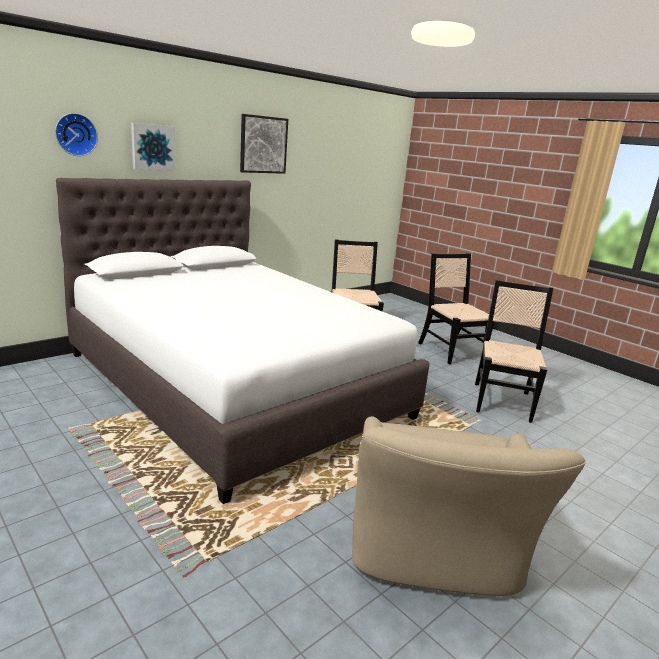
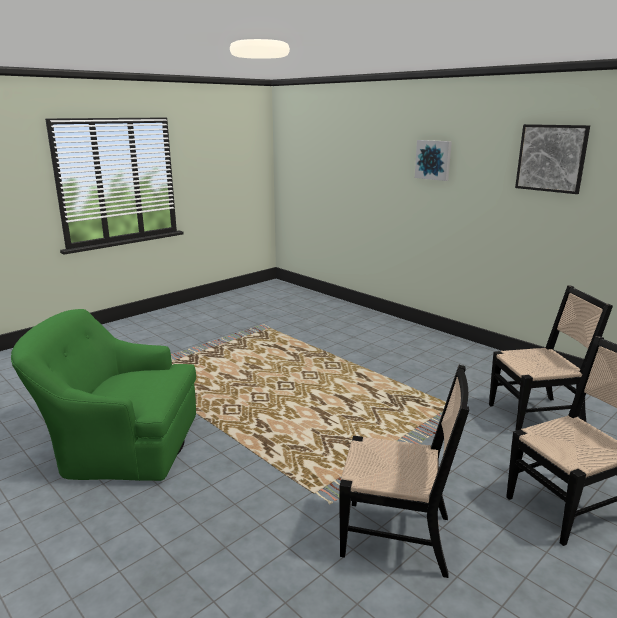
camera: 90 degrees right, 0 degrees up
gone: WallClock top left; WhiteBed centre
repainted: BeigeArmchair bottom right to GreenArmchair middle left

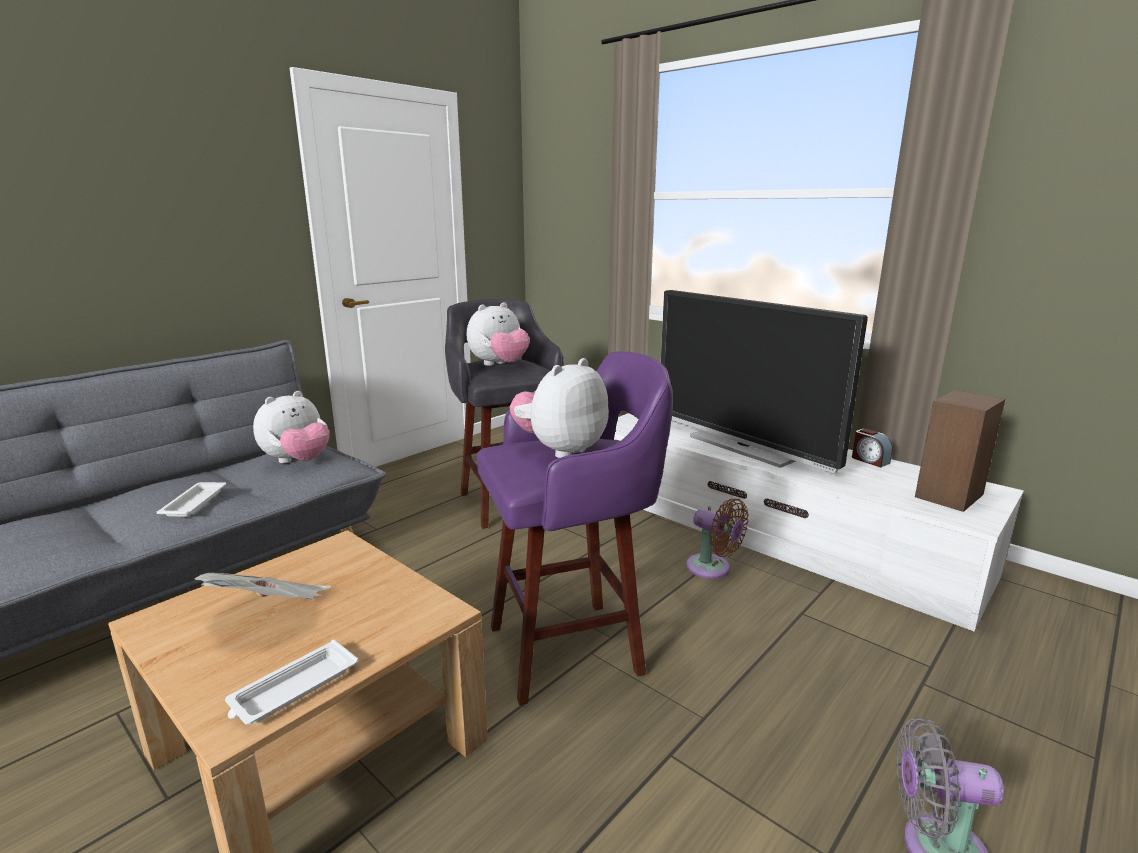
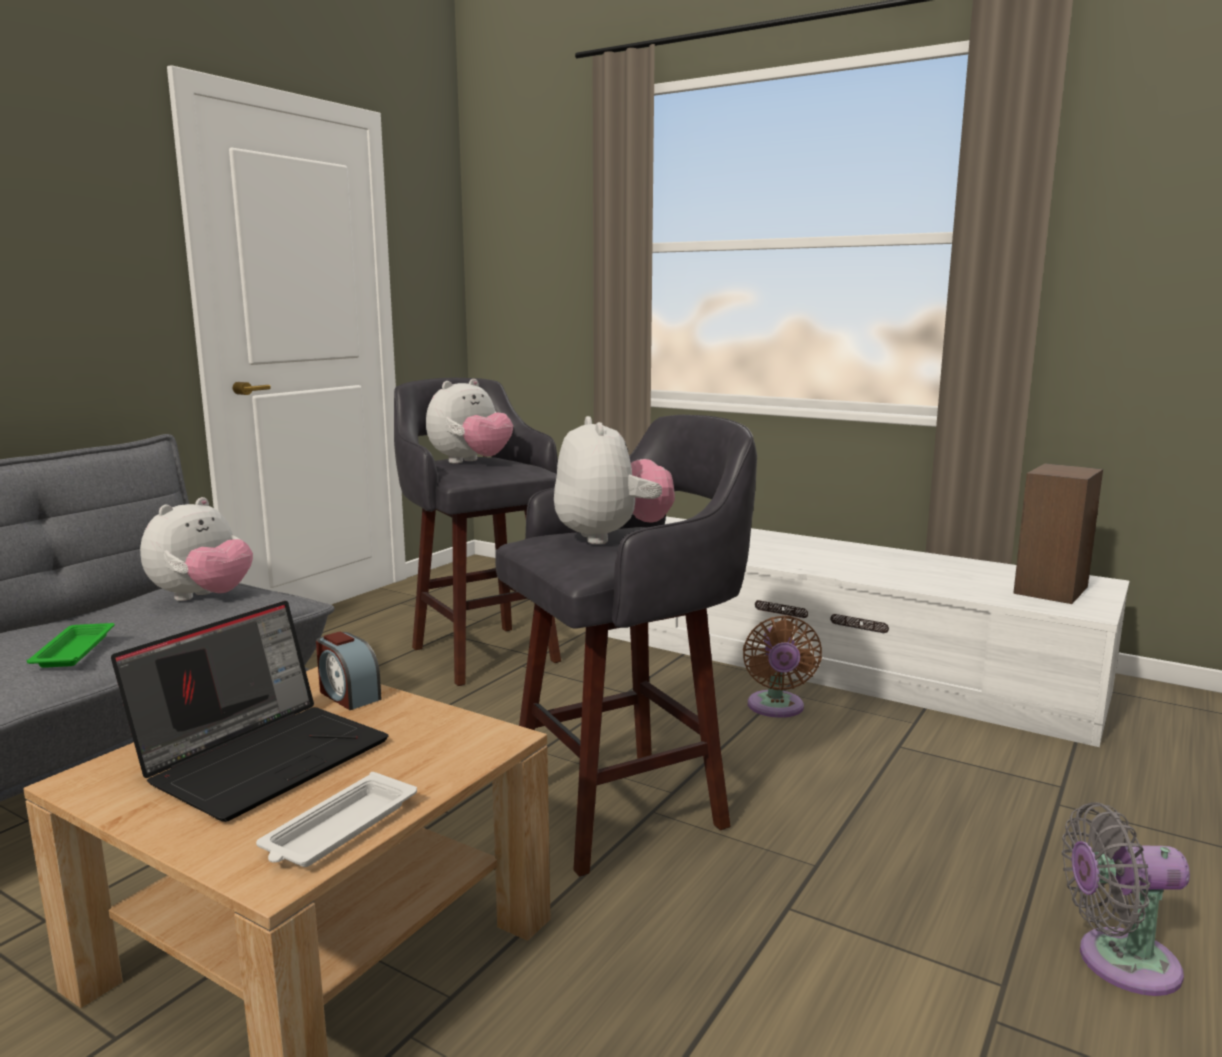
camera: 10 degrees left, 5 degrees down
gone: Television middle right
shifted: AlarmClock middle right to middle left
swapped: Newspaper bottom left to Laptop bottom left
repainted: WhiteTray (no. 1 from left) middle left to GreenTray middle left; PurpleStool centre to GreyStool (no. 2 from left) centre
rotated: PlushToy (no. 3 from left) centre = centre 135 degrees clockwise; BrownFan centre = centre 60 degrees clockwise

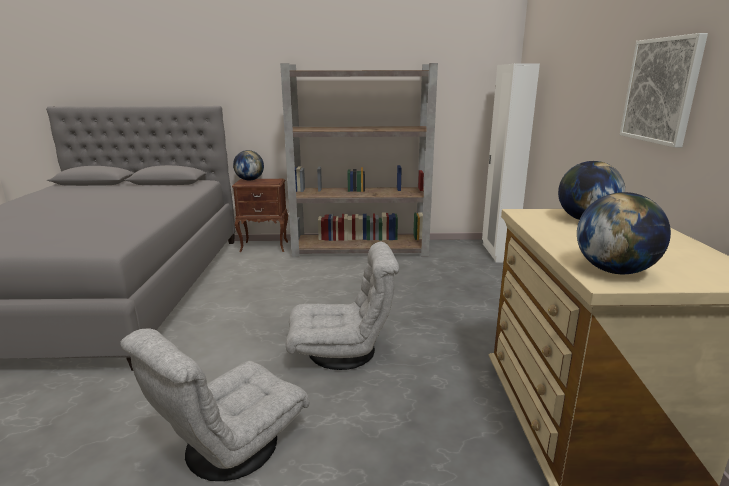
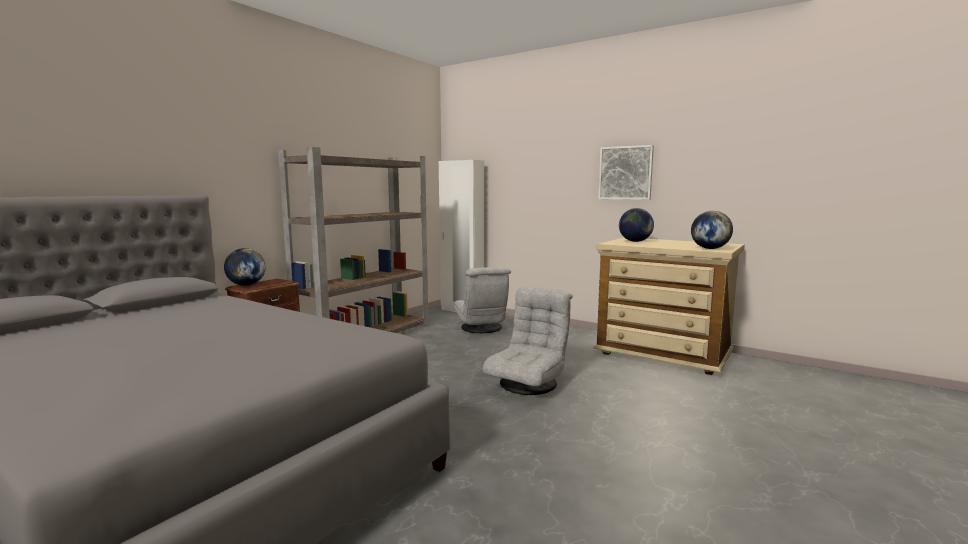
camera: 55 degrees left, 10 degrees down
shifted: GreyArmchair (no. 1 from left) bottom left to centre

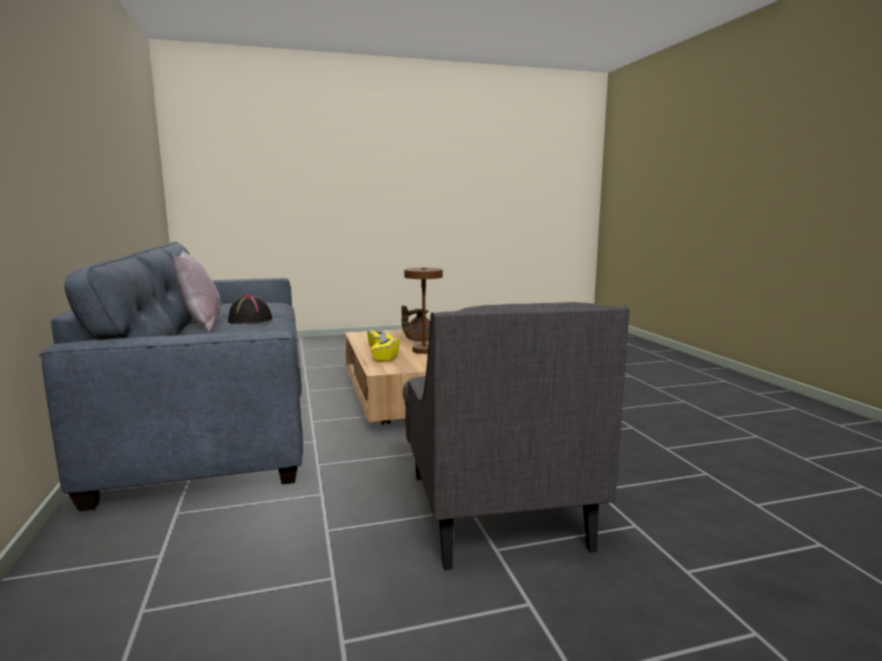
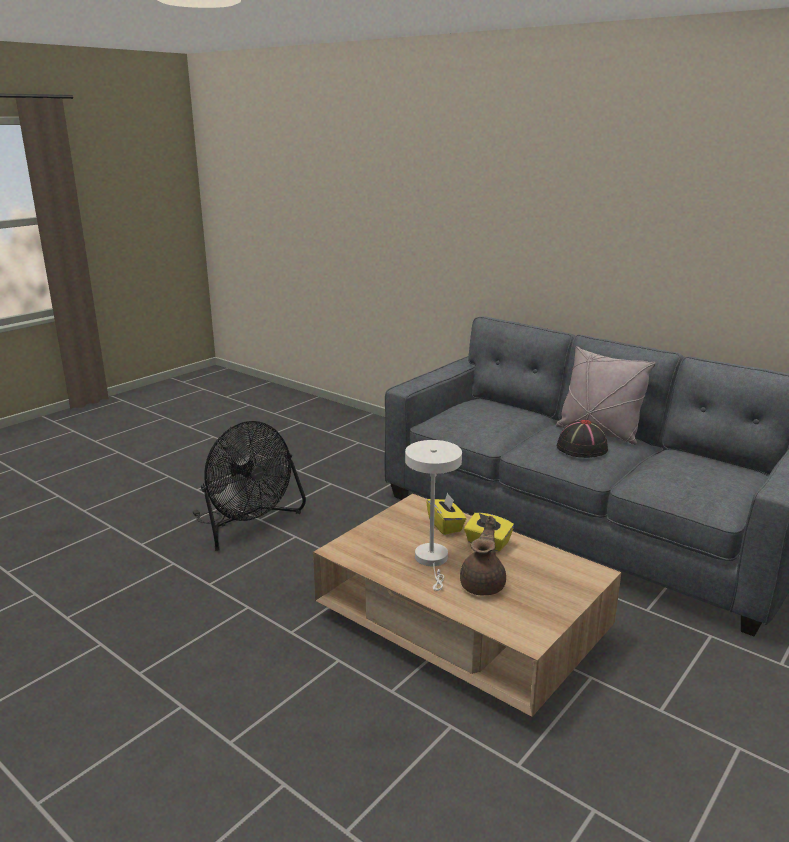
camera: 145 degrees right, 10 degrees up
swapped: GreyArmchair centre to BlackFan middle left
repainted: BrownTableLamp centre to WhiteTableLamp centre

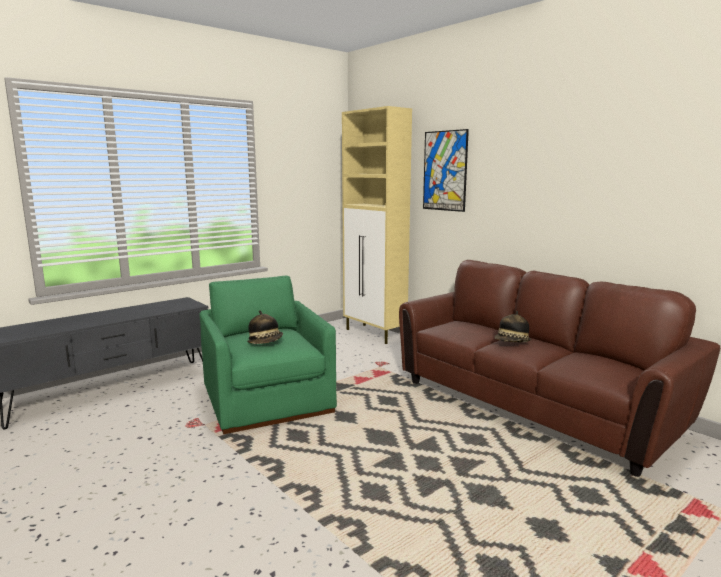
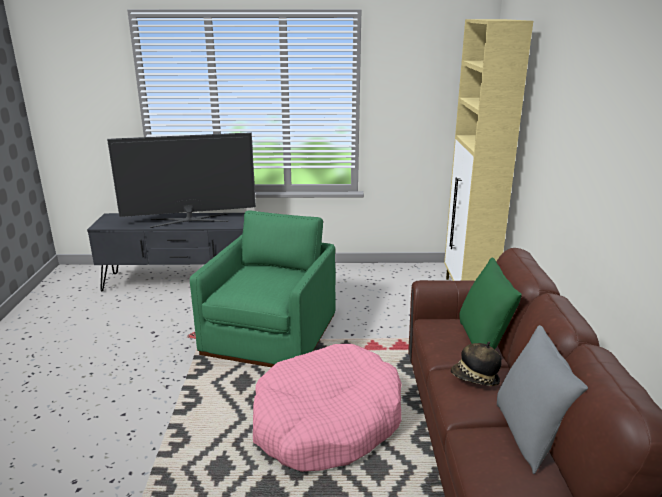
camera: 40 degrees right, 10 degrees up
gone: Hat (no. 1 from left) centre; Picture top centre
new: Television middle left; PinkDogBed bottom centre; GreenPillow middle right; GreyPillow bottom right

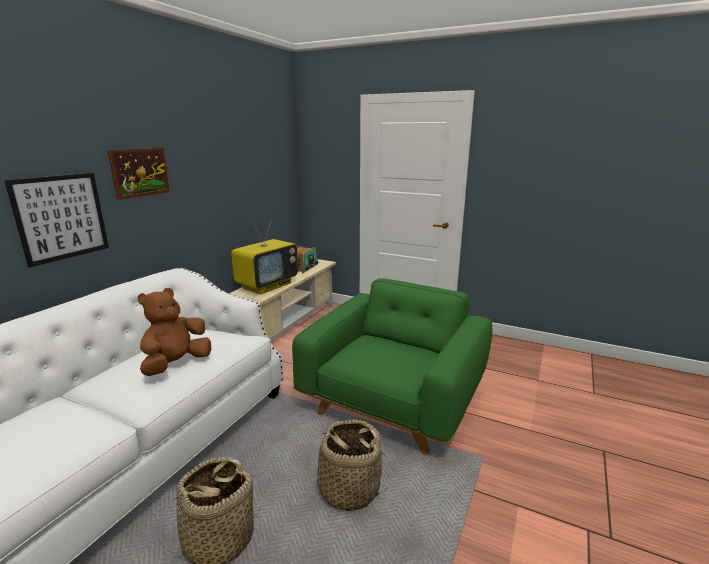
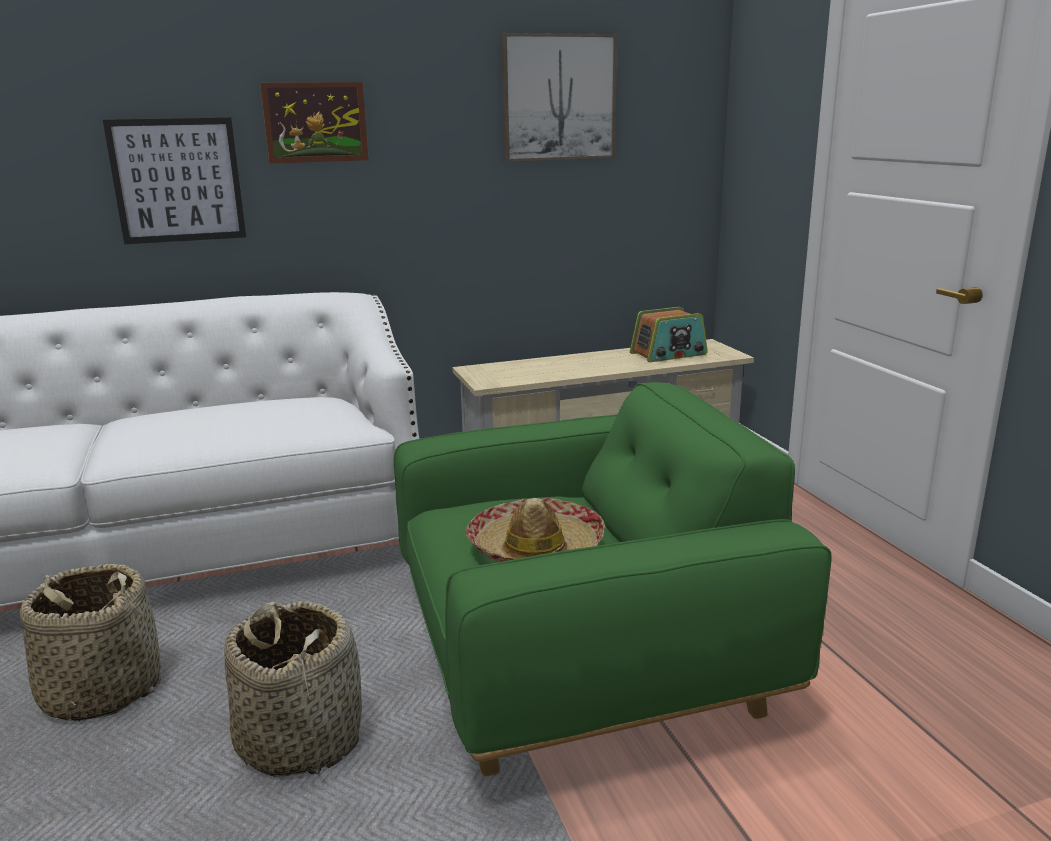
camera: 45 degrees right, 0 degrees up
gone: BrownPlushToy middle left; Television centre
new: Hat centre; Picture (no. 3 from left) top centre

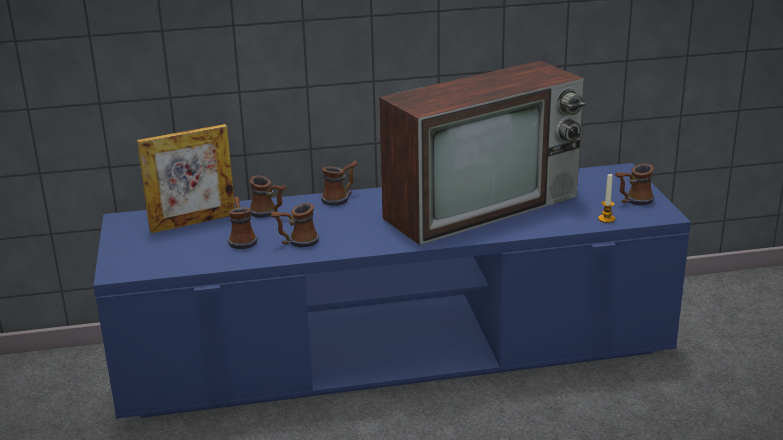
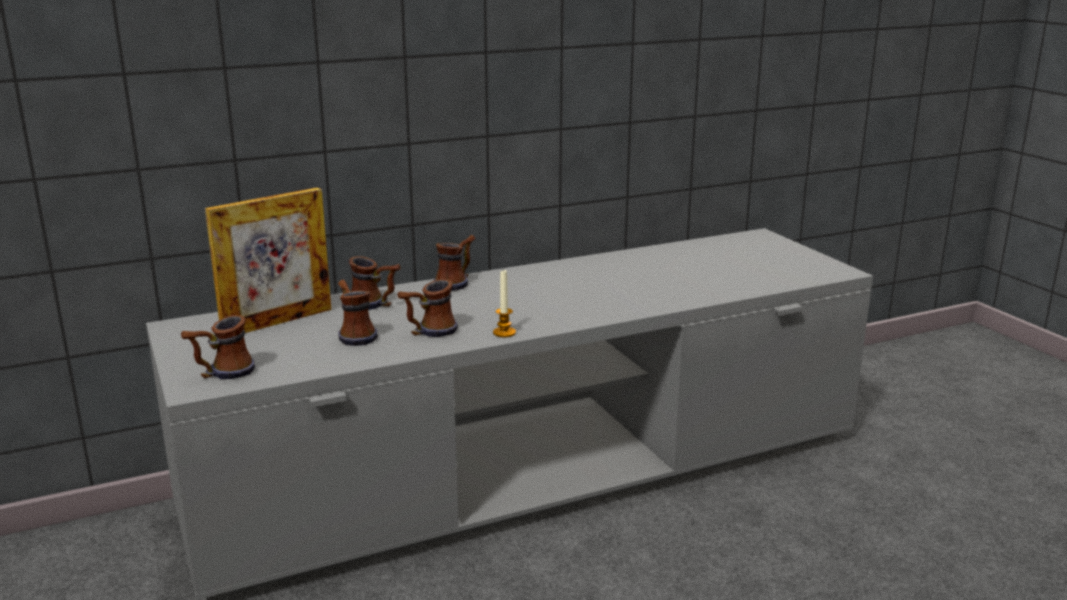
camera: 15 degrees left, 5 degrees down
gone: Television centre
shifted: Mug (no. 5 from left in the first image) middle right to Mug (no. 1 from left) middle left; Candle middle right to centre
repainted: BlueTvStand centre to GreyTvStand bottom centre

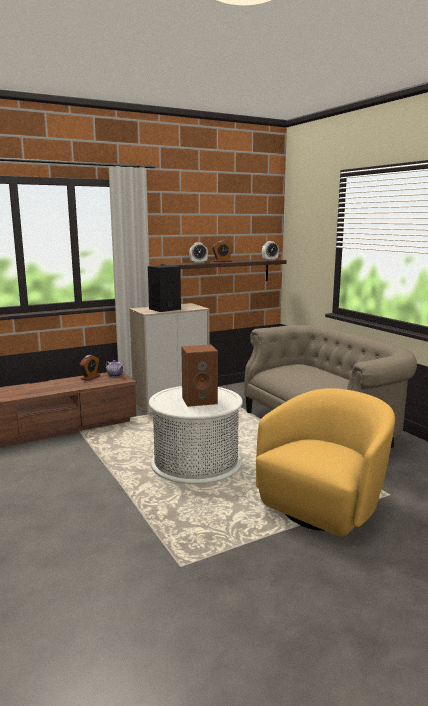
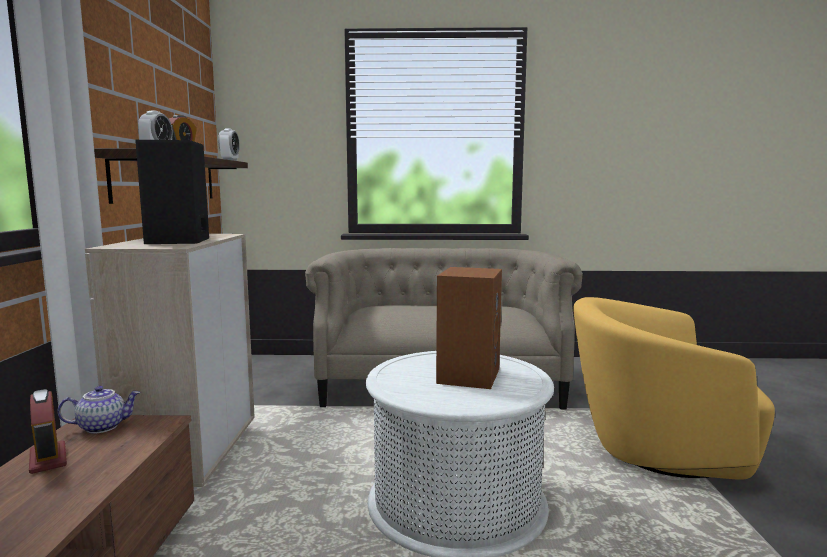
camera: 60 degrees left, 5 degrees down
rotated: YellowArmchair middle right = bottom right 60 degrees counterclockwise

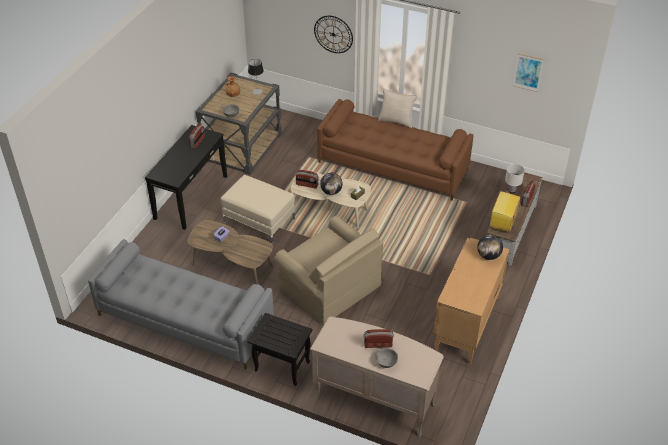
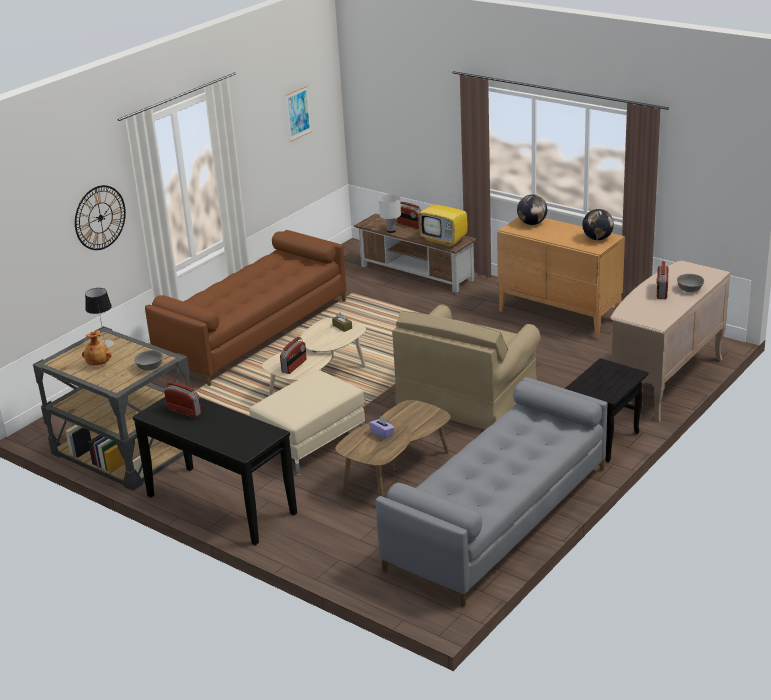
camera: 75 degrees left, 15 degrees down
gone: BeigePillow top centre
shifted: Globe (no. 1 from left in the first image) centre to Globe (no. 2 from left) top right
rotated: BeigeArmchair centre = centre 150 degrees clockwise

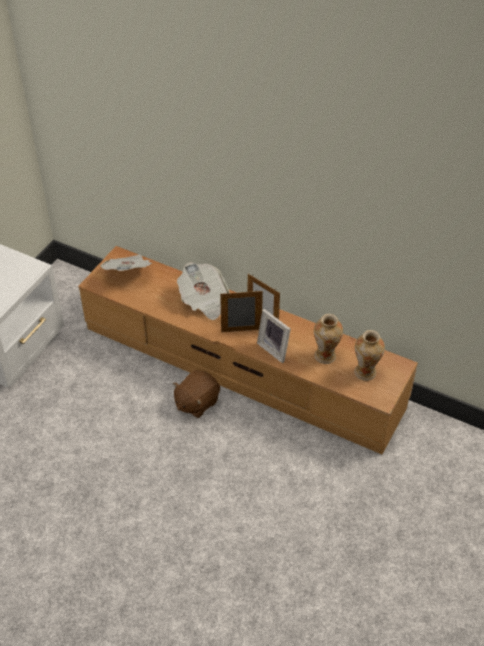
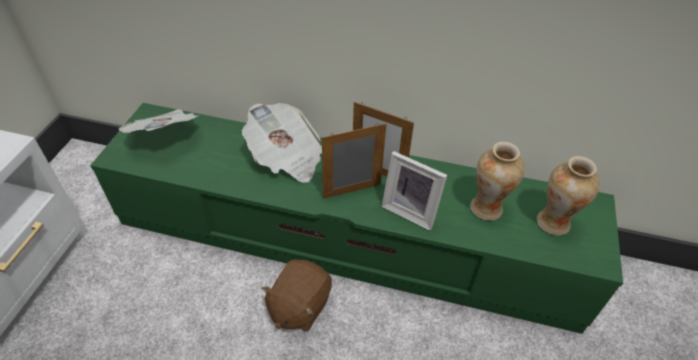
camera: 15 degrees left, 0 degrees up
repainted: BrownTvStand centre to GreenTvStand centre

